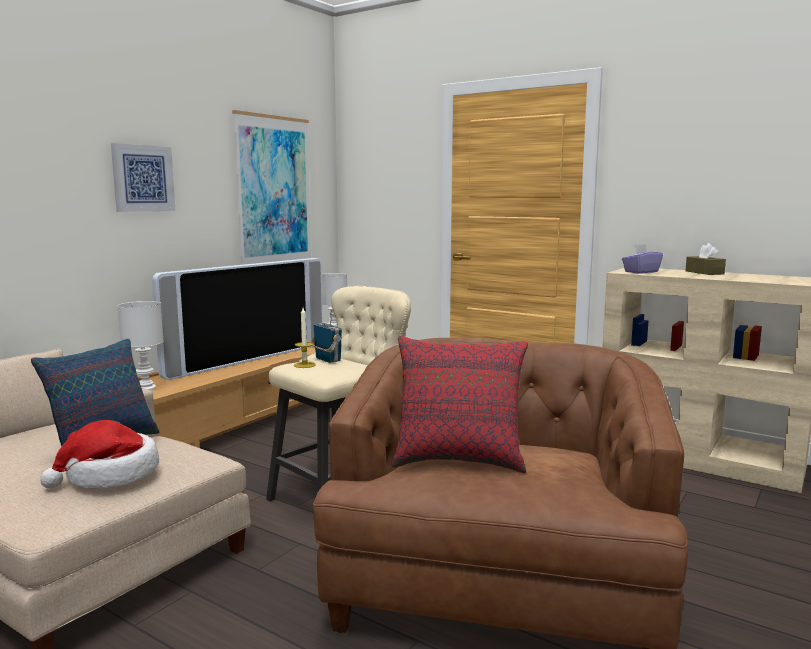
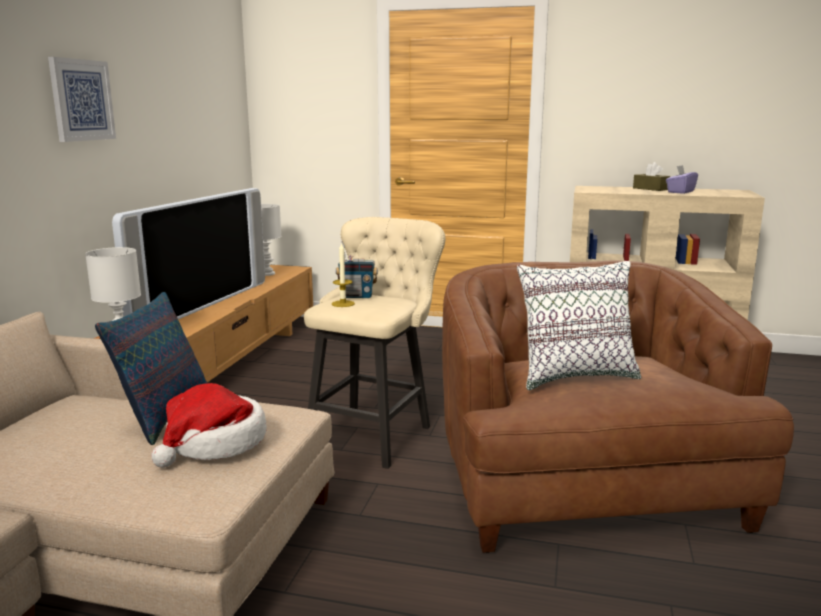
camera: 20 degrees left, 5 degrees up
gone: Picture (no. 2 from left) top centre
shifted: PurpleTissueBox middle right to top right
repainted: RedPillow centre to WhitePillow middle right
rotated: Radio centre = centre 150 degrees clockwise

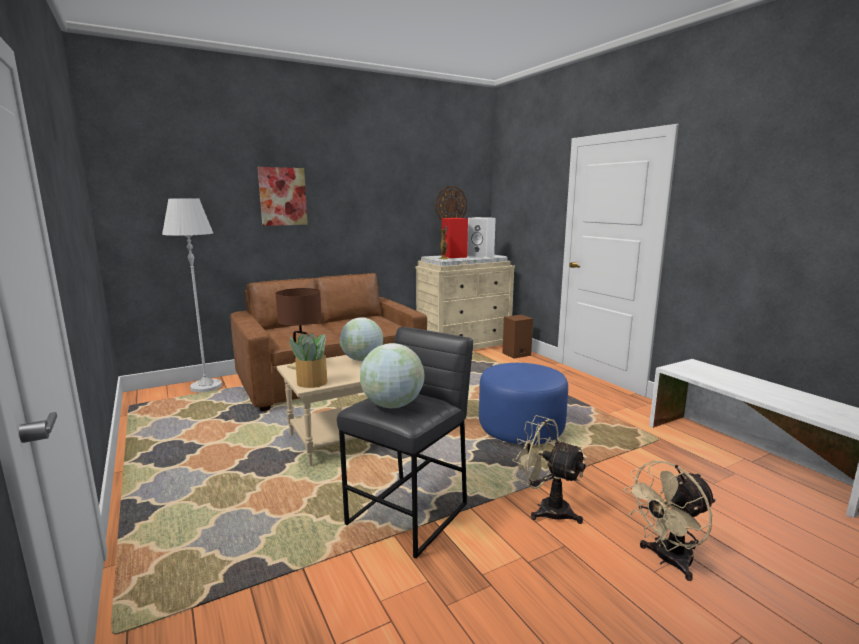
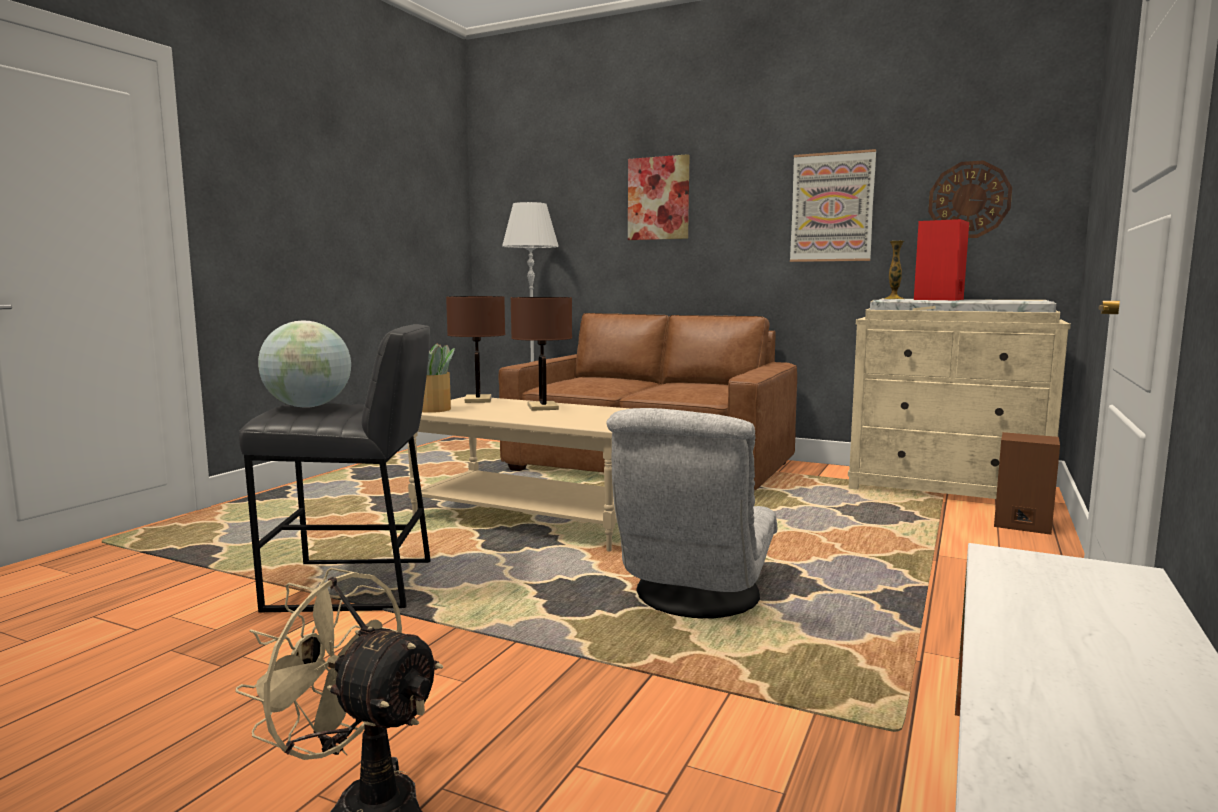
camera: 55 degrees right, 5 degrees down
gone: WhiteSpeaker centre; BeigeFan (no. 1 from left) bottom centre
new: Picture (no. 2 from left) top right
swapped: Globe (no. 1 from left) centre to BrownTableLamp (no. 2 from left) centre; BlueOttoman centre to GreyArmchair centre

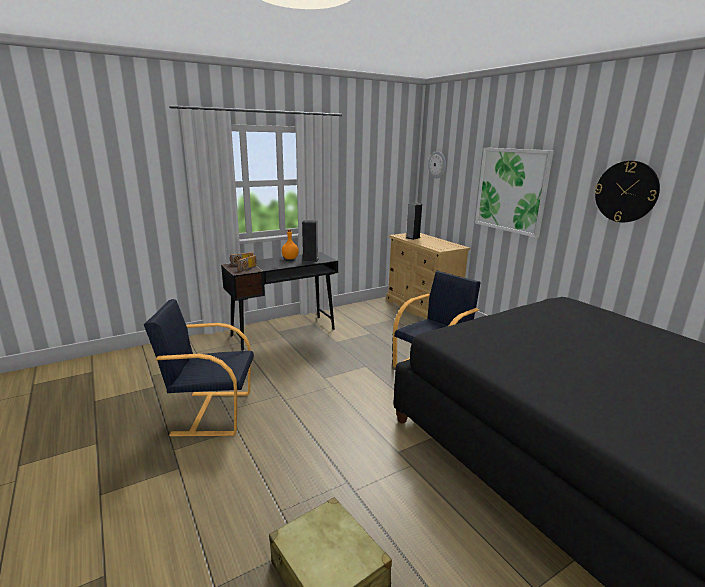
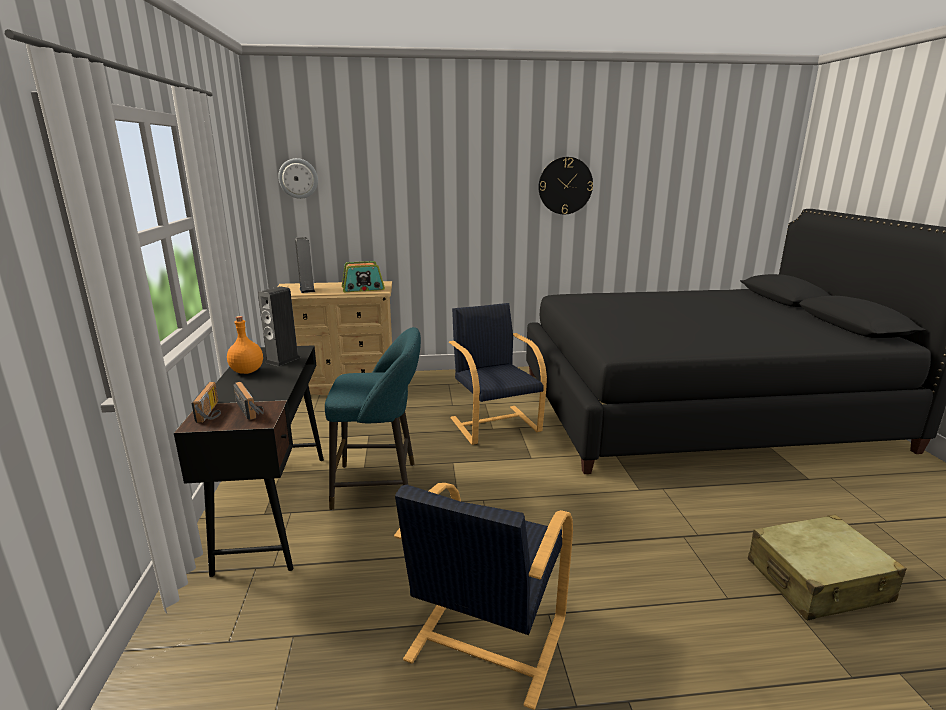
camera: 65 degrees left, 0 degrees up
gone: Picture top right
new: TurquoiseStool centre; Radio (no. 3 from left) centre

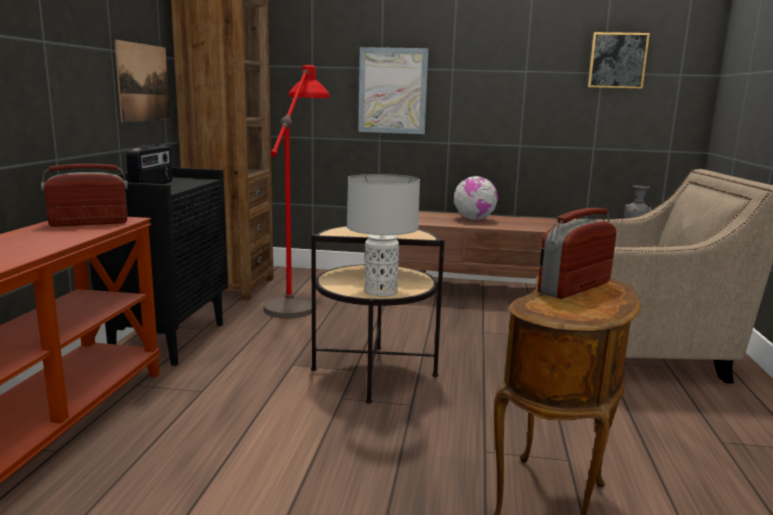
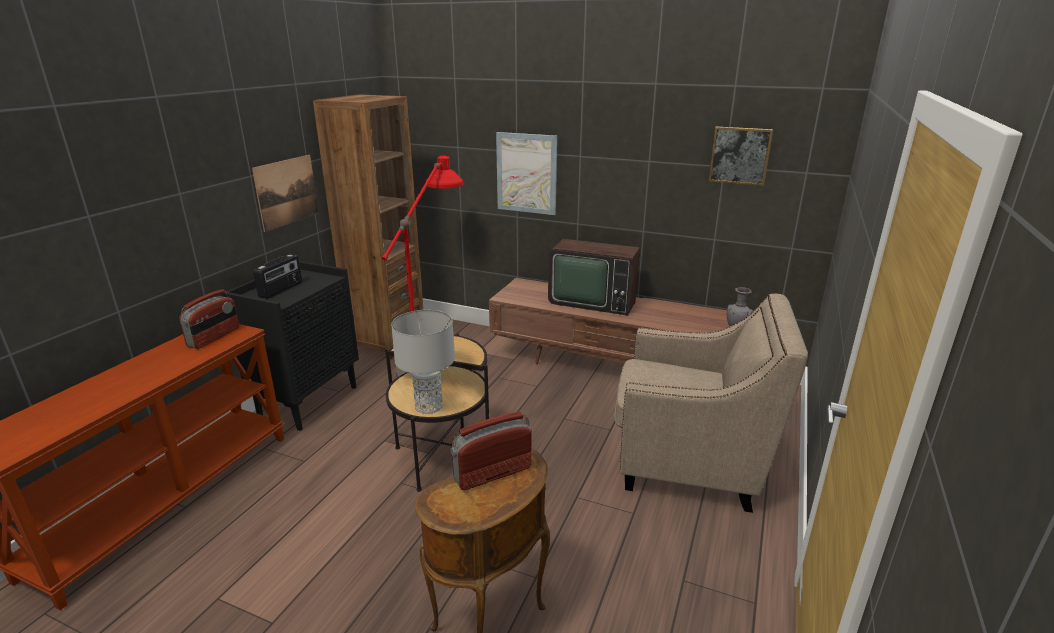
camera: 15 degrees right, 10 degrees up
swapped: Globe centre to Television centre
rotated: Radio (no. 1 from left) middle left = middle left 120 degrees clockwise

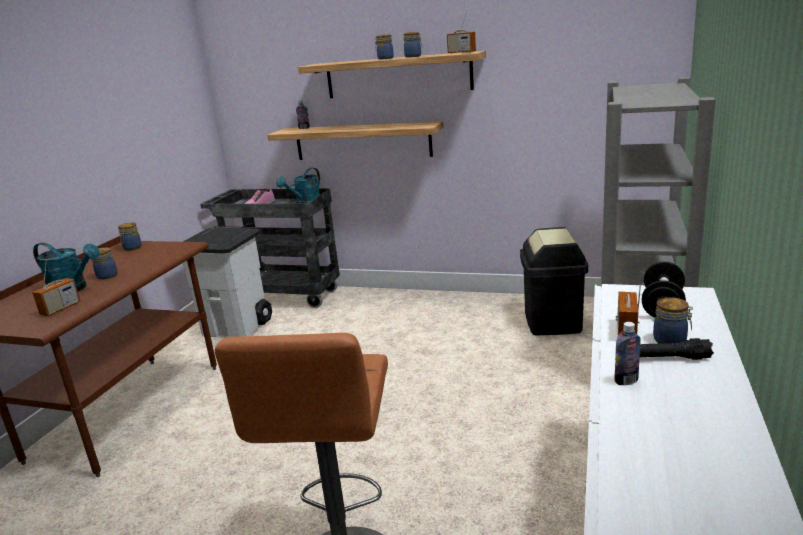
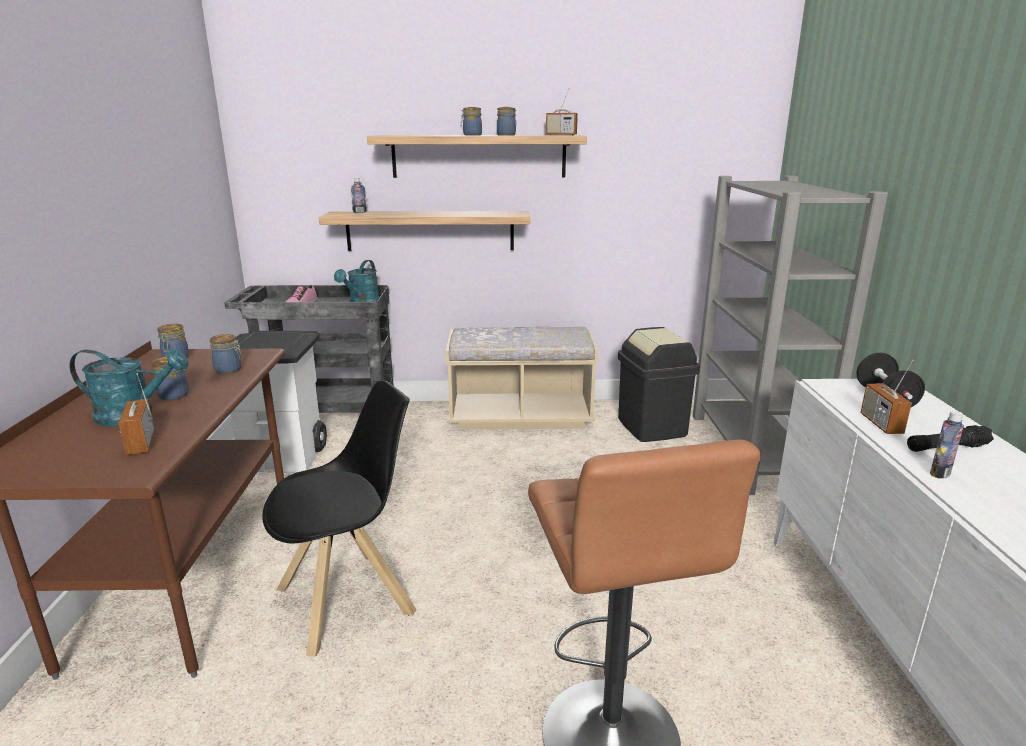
camera: 20 degrees left, 0 degrees up
new: BlackChair bottom left; BeigeBench centre
shifted: Jar (no. 5 from left in the first image) middle right to Jar (no. 3 from left) middle left
rotated: Radio (no. 1 from left) middle left = middle left 150 degrees clockwise

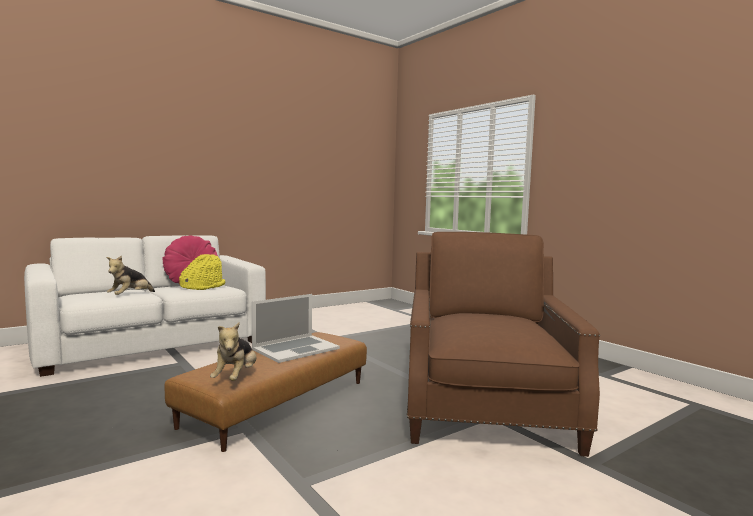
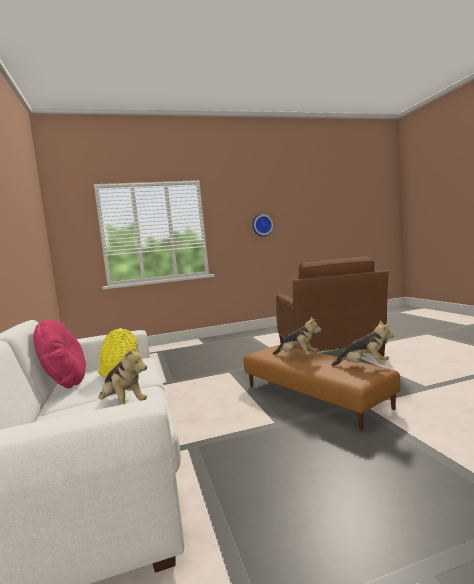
camera: 70 degrees left, 0 degrees up
new: WallClock centre
swapped: Laptop centre to PlushToy (no. 2 from left) centre
rotated: BrownArmchair bottom right = middle right 120 degrees counterclockwise

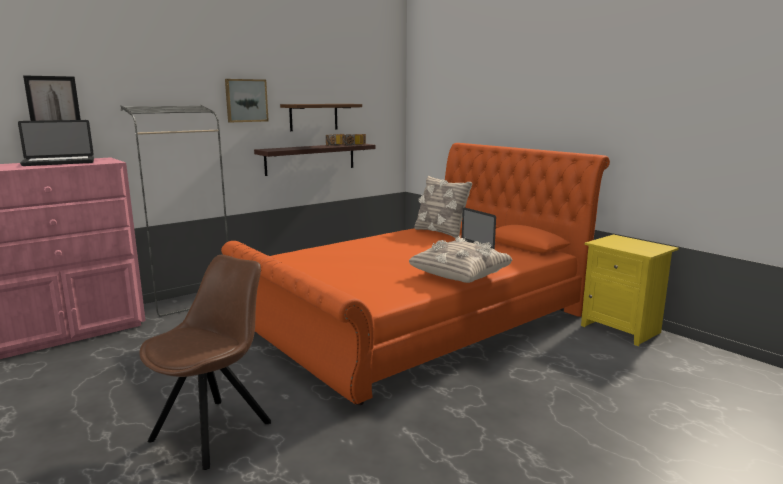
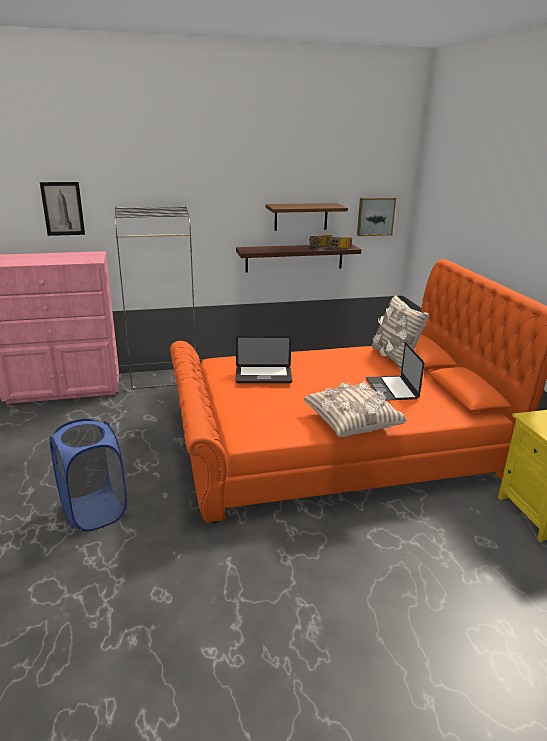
camera: 25 degrees right, 10 degrees up
shifted: Laptop (no. 1 from left) top left to centre; Picture (no. 2 from left) top left to top right
swapped: BrownChair bottom left to BlueLaundryBasket middle left

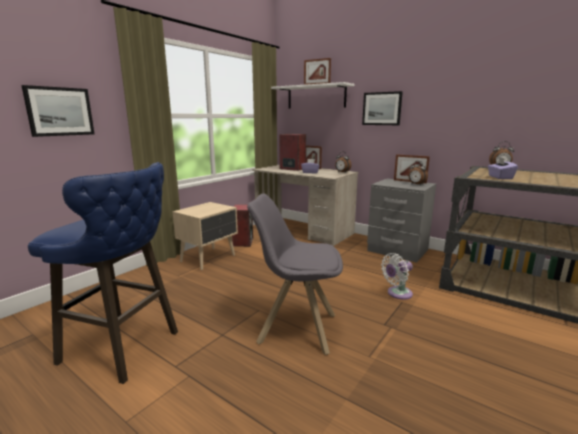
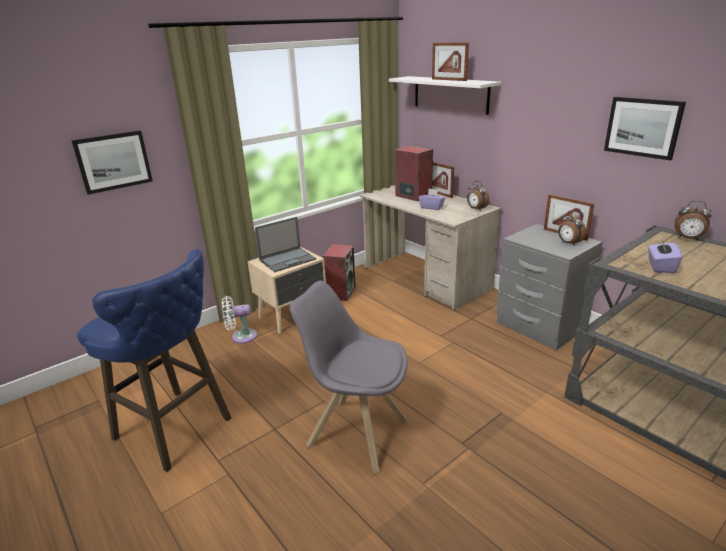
camera: 15 degrees right, 10 degrees up
new: Laptop centre
shifted: WhiteFan middle right to middle left; Picture (no. 2 from left) top centre to top right

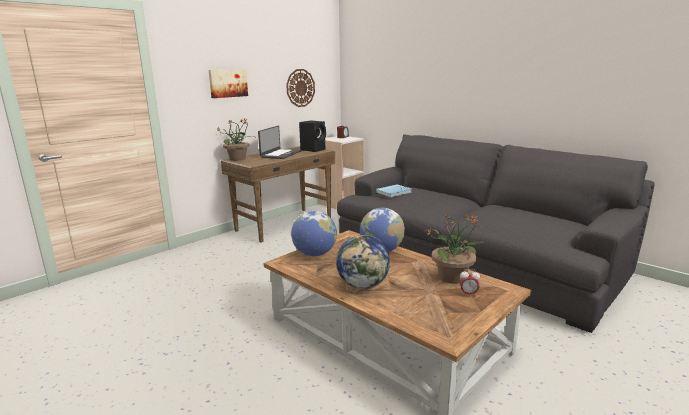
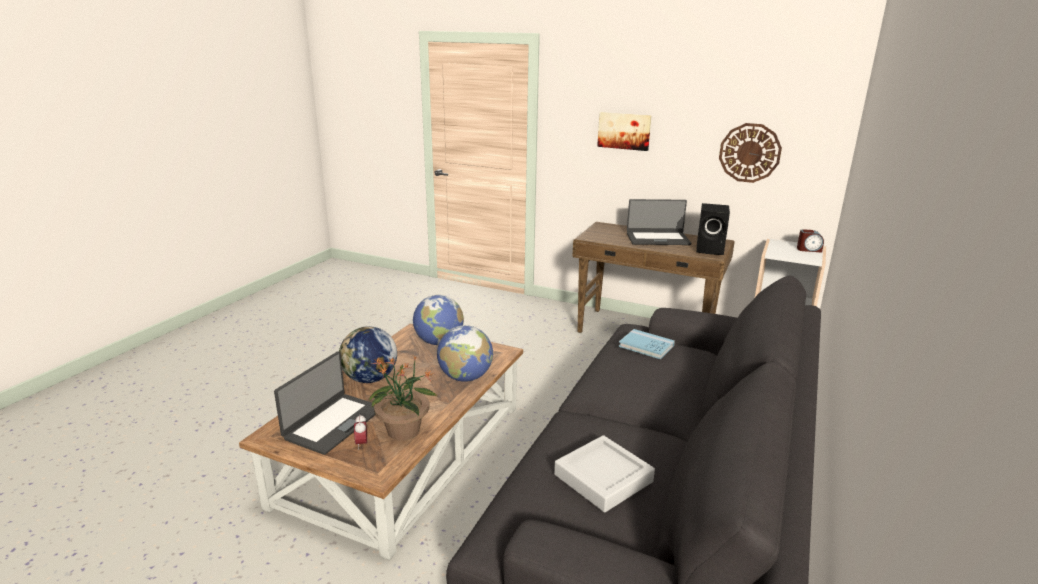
camera: 70 degrees right, 5 degrees up
gone: PottedPlant (no. 1 from left) centre
new: Laptop (no. 1 from left) bottom left; GreyTray bottom centre

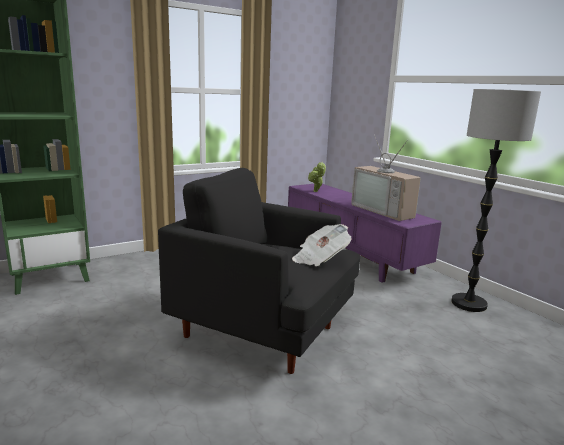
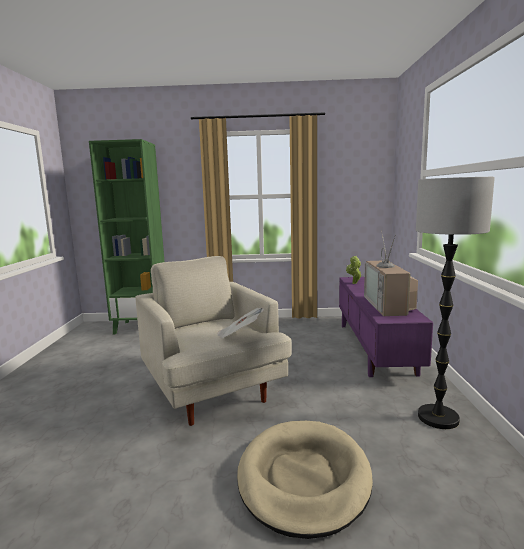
camera: 35 degrees right, 5 degrees down
new: BeigeDogBed bottom centre
repainted: BlackArmchair centre to BeigeArmchair centre

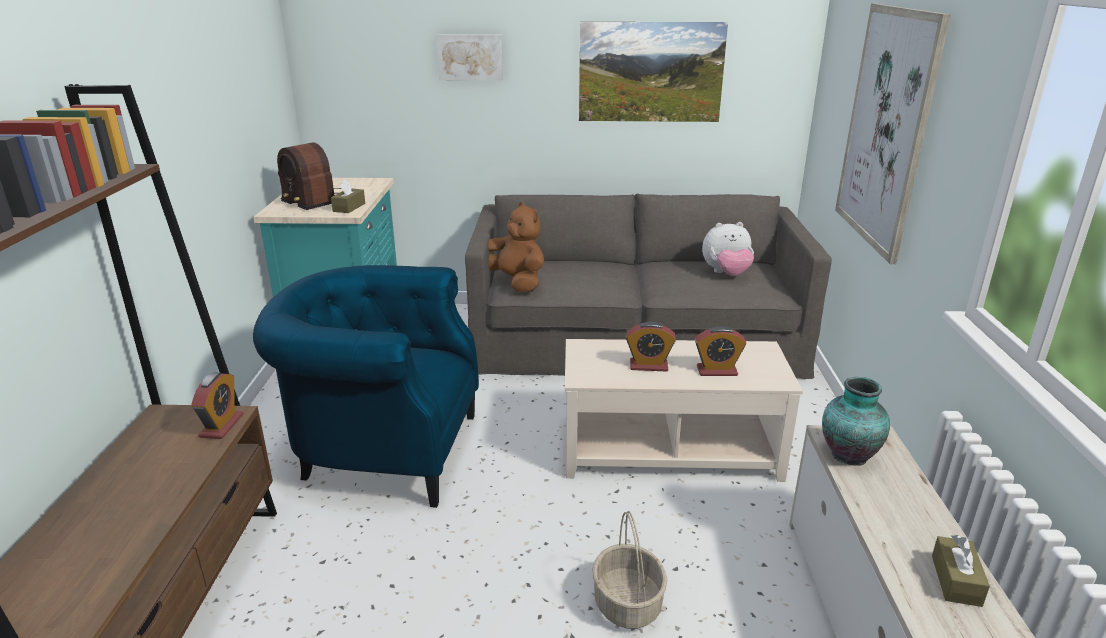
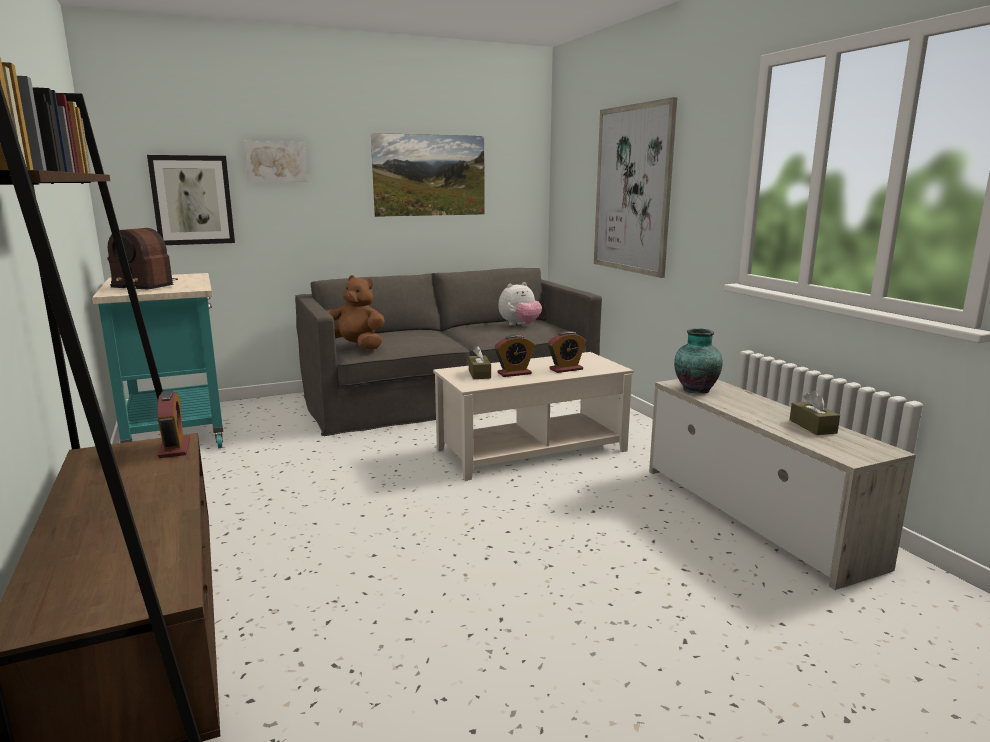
camera: 25 degrees left, 10 degrees down
gone: BlueArmchair middle left; Basket bottom centre
new: Picture (no. 1 from left) top left
shifted: BrownTissueBox (no. 1 from left) top left to centre

